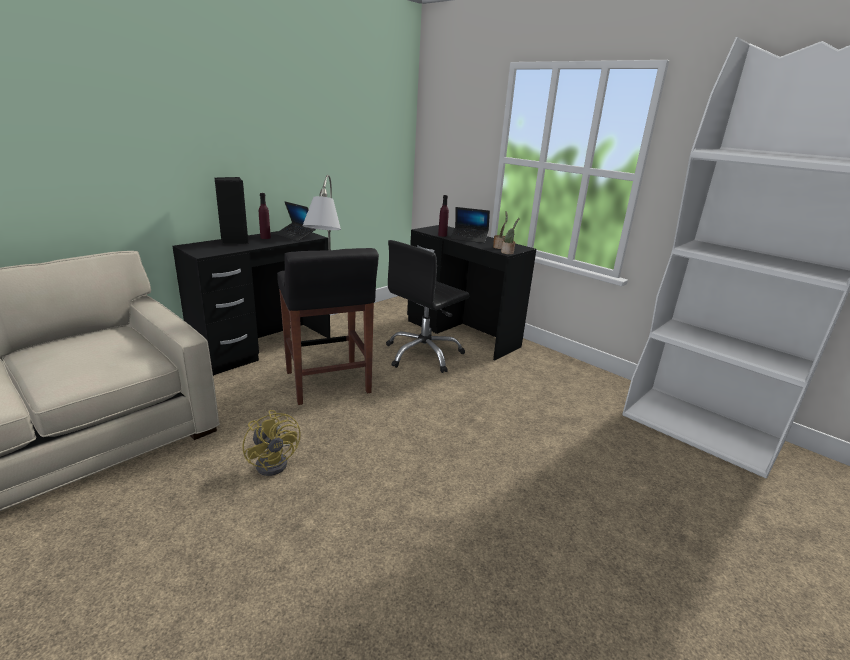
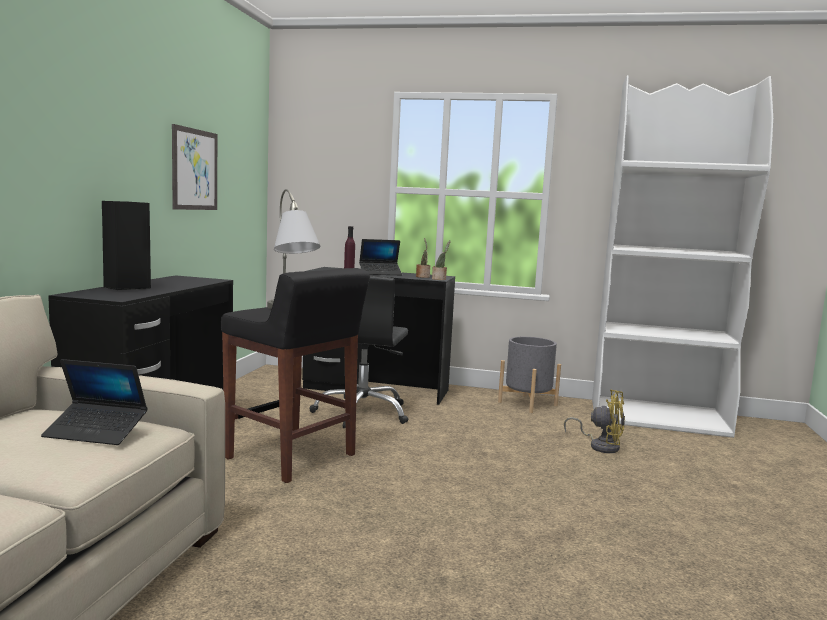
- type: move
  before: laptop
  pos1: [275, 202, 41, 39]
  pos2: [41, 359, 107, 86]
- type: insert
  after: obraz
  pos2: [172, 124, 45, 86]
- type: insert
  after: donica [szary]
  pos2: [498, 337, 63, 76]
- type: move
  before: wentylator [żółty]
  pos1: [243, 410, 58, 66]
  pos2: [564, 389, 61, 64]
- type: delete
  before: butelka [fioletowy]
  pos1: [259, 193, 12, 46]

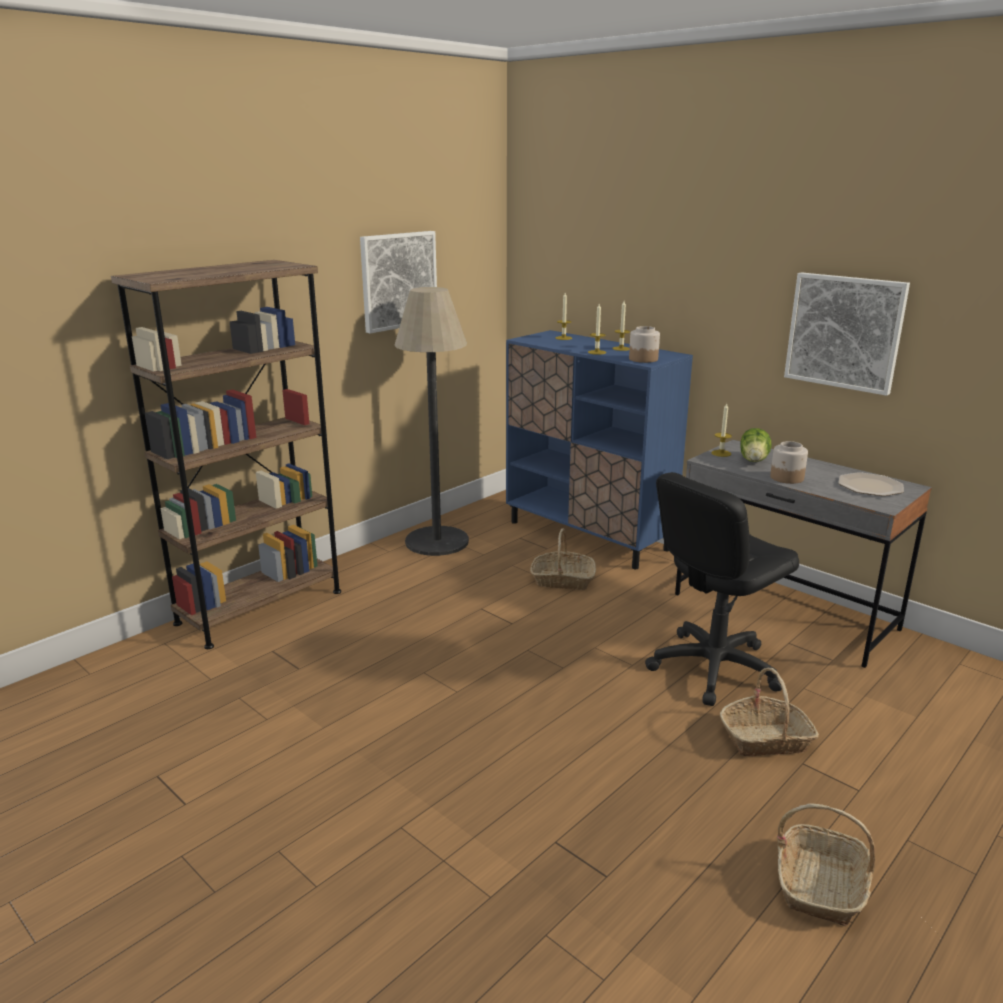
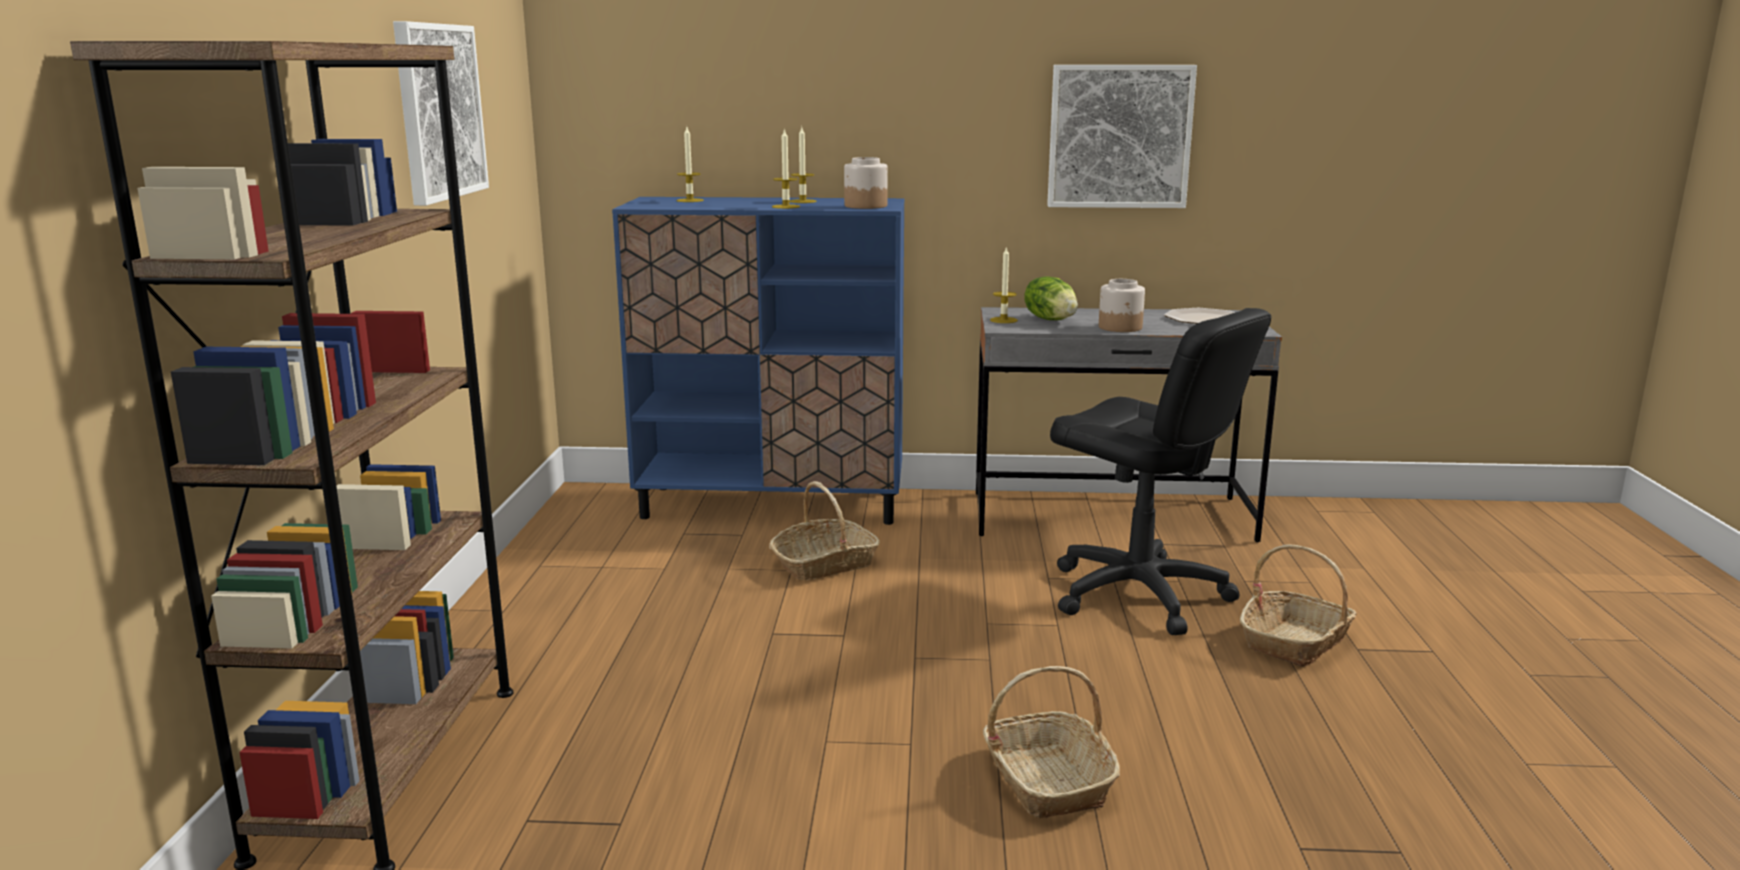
- type: move
  before: koszyk
  pos1: [777, 803, 98, 123]
  pos2: [983, 666, 137, 153]
- type: rotate
  before: krzesło biurowe [czarny]
  pos1: [645, 472, 154, 234]
  pos2: [1050, 308, 221, 327]
  turn: -60
- type: delete
  before: lampa stojąca
  pos1: [394, 287, 75, 269]

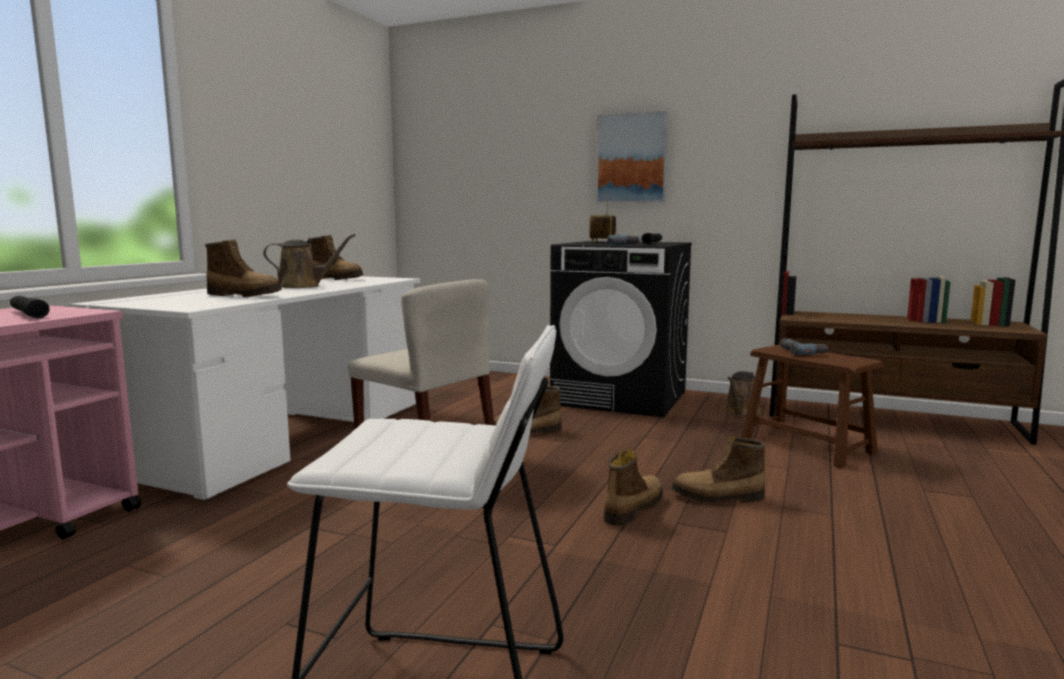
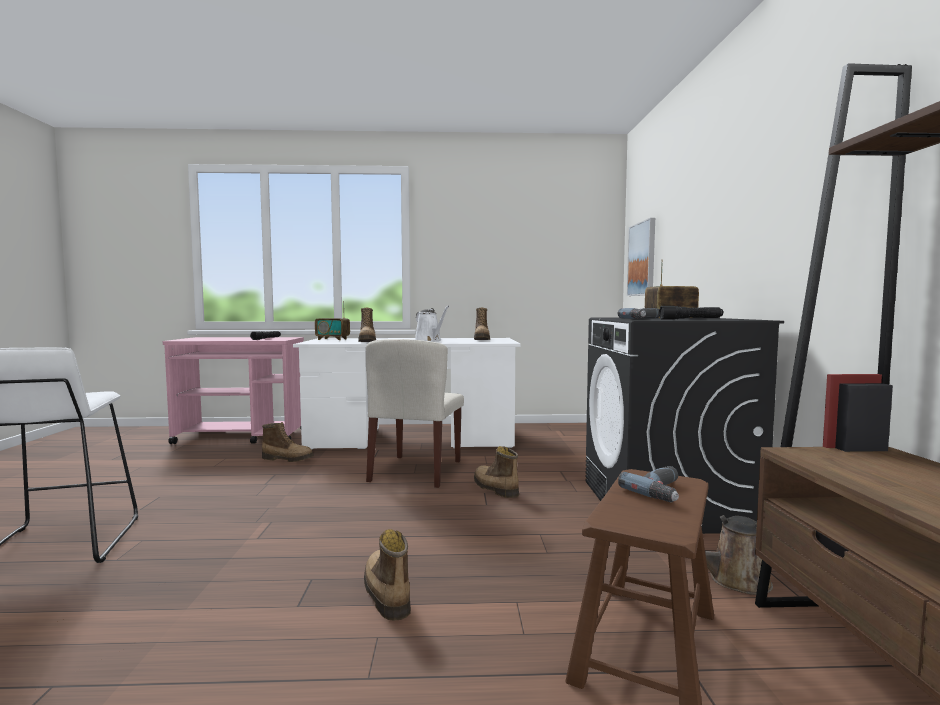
- type: move
  before: but z cholewką
  pos1: [604, 450, 59, 76]
  pos2: [262, 422, 52, 40]
- type: insert
  after: radio
  pos2: [315, 301, 35, 39]
- type: recolor
  before: konewka [brązowy]
  after: konewka [biały]
  pos1: [263, 234, 92, 54]
  pos2: [415, 305, 34, 37]
- type: move
  before: obraz
  pos1: [596, 111, 73, 92]
  pos2: [627, 218, 28, 78]

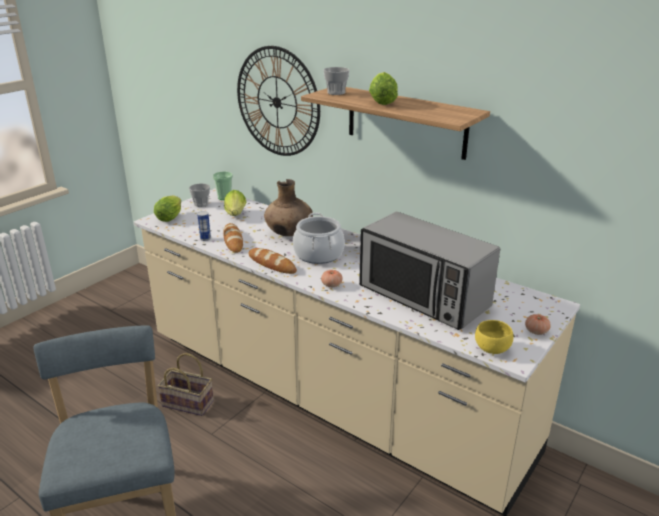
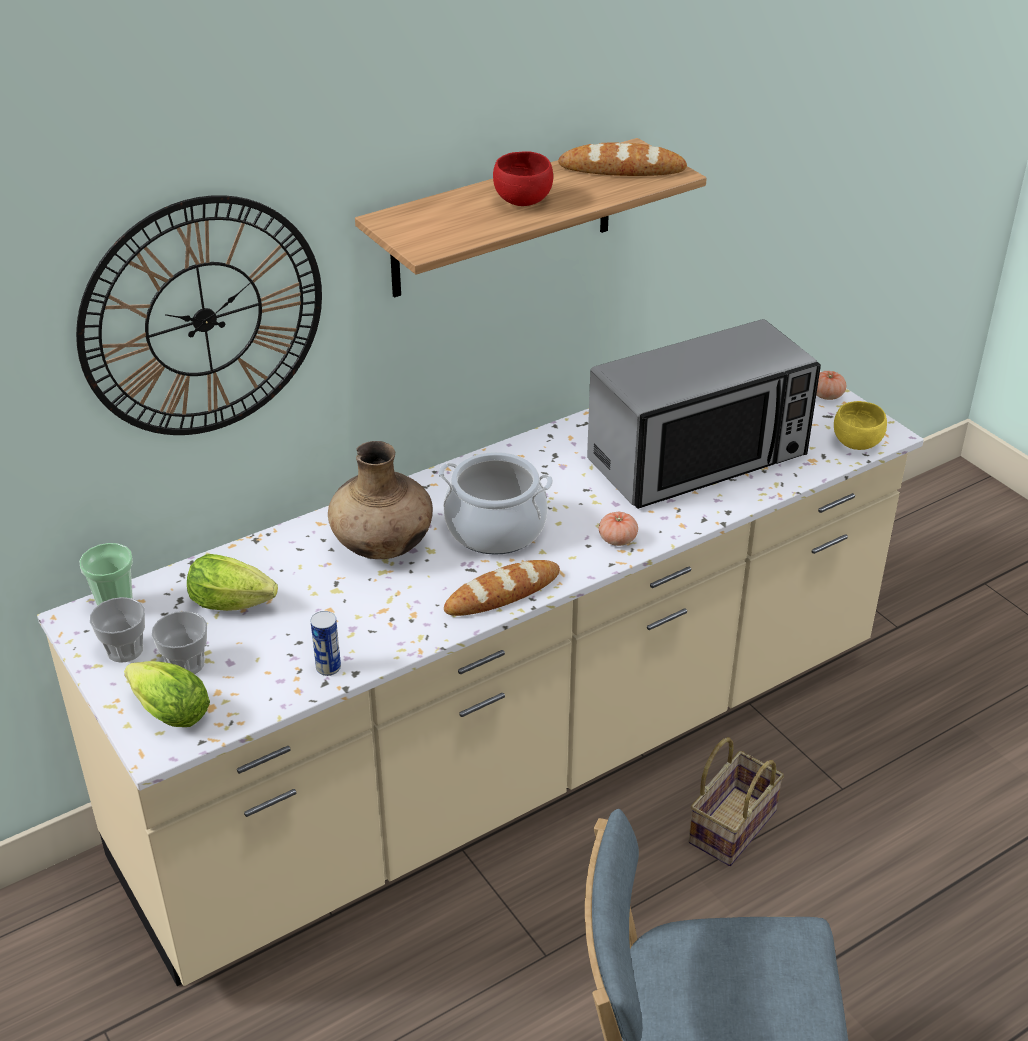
- type: move
  before: filiżanka
  pos1: [323, 67, 27, 28]
  pos2: [152, 611, 55, 63]
- type: replace
  before: sałata
  after: miska [czerwony]
  pos1: [369, 72, 29, 33]
  pos2: [493, 151, 60, 55]
- type: move
  before: chleb
  pos1: [223, 223, 20, 30]
  pos2: [558, 142, 129, 34]
- type: move
  before: koszyk
  pos1: [157, 353, 57, 63]
  pos2: [688, 737, 96, 129]

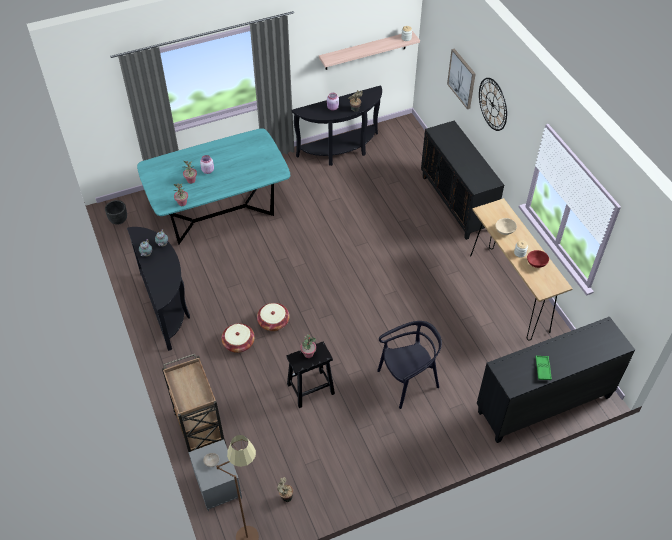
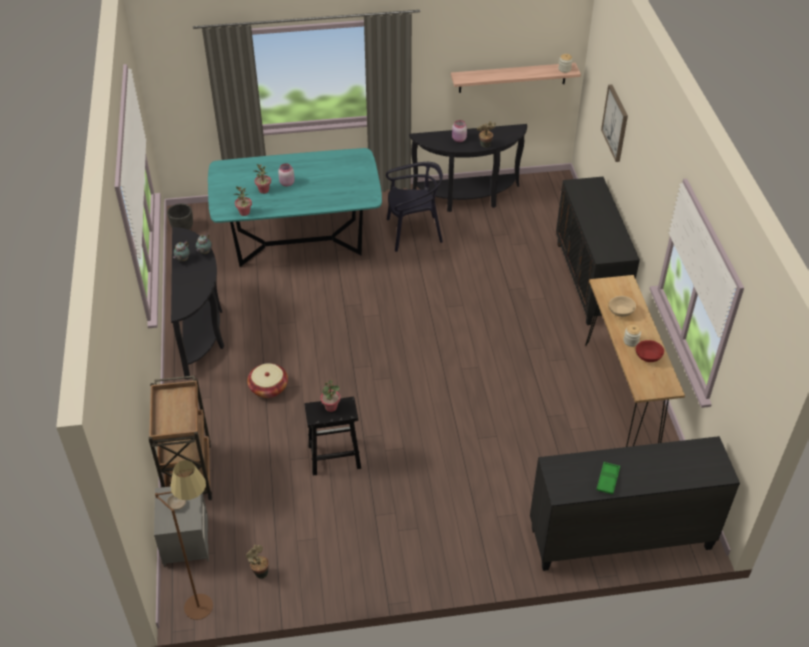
- type: move
  before: krzesło [czarny]
  pos1: [377, 321, 65, 88]
  pos2: [386, 162, 57, 90]
- type: delete
  before: koszyk
  pos1: [257, 303, 32, 28]
- type: delete
  before: zegar ścienny
  pos1: [479, 78, 28, 53]

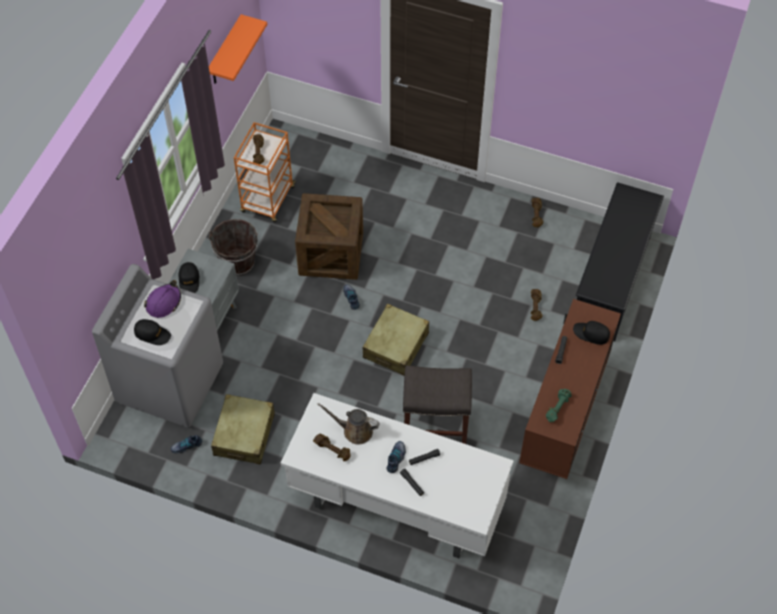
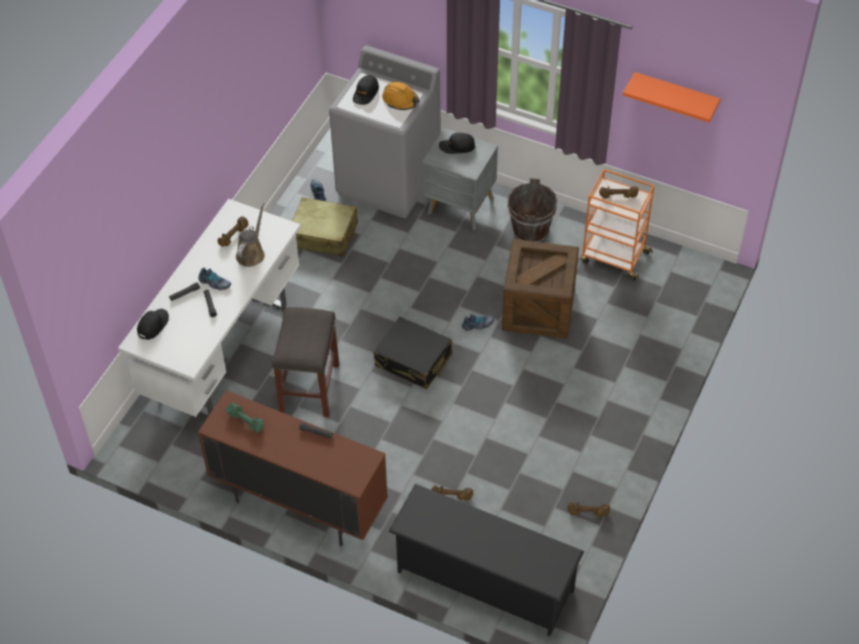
- type: move
  before: czapka z daszkiem [czarny]
  pos1: [573, 321, 37, 24]
  pos2: [137, 309, 32, 31]
- type: recolor
  before: walizka [beżowy]
  after: walizka [czarny]
  pos1: [363, 304, 66, 71]
  pos2: [373, 317, 80, 72]
- type: recolor
  before: kask [fioletowy]
  after: kask [pomarańczowy]
  pos1: [144, 280, 37, 38]
  pos2: [382, 81, 37, 29]

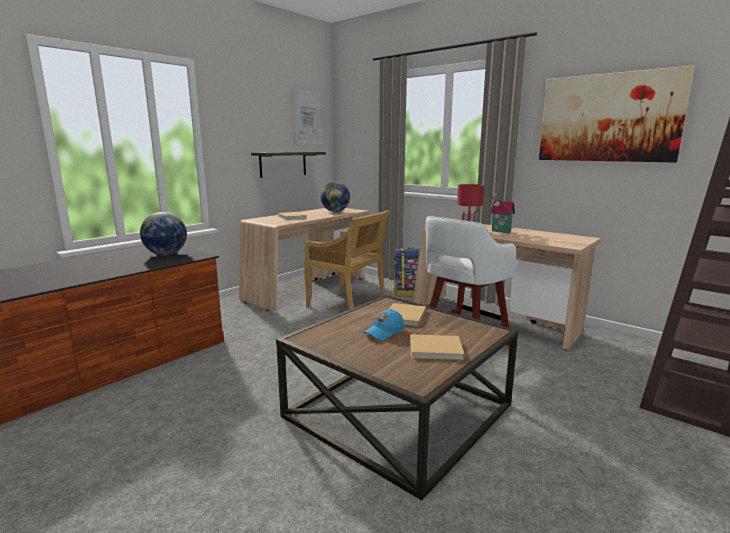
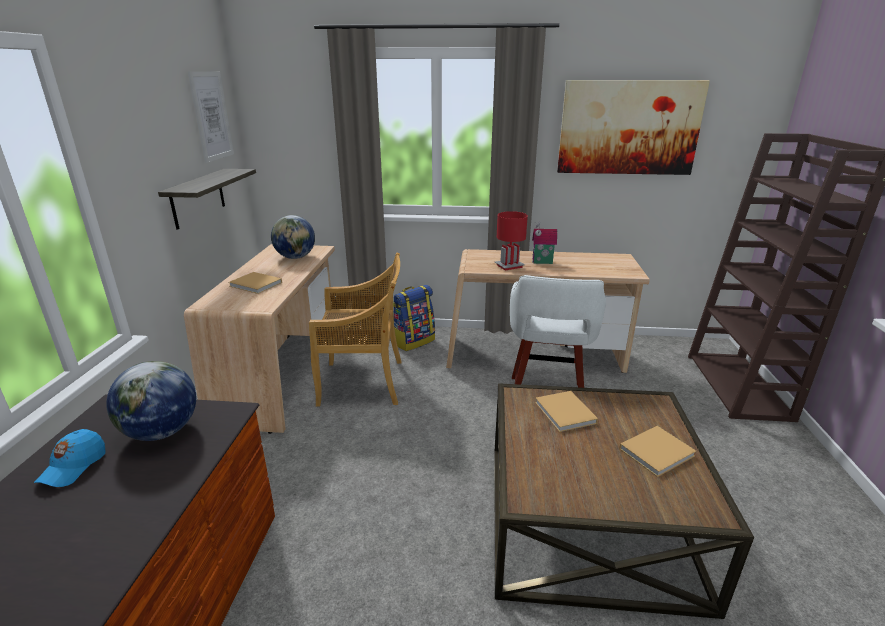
- type: move
  before: czapka z daszkiem [niebieski]
  pos1: [363, 309, 41, 31]
  pos2: [34, 429, 72, 58]

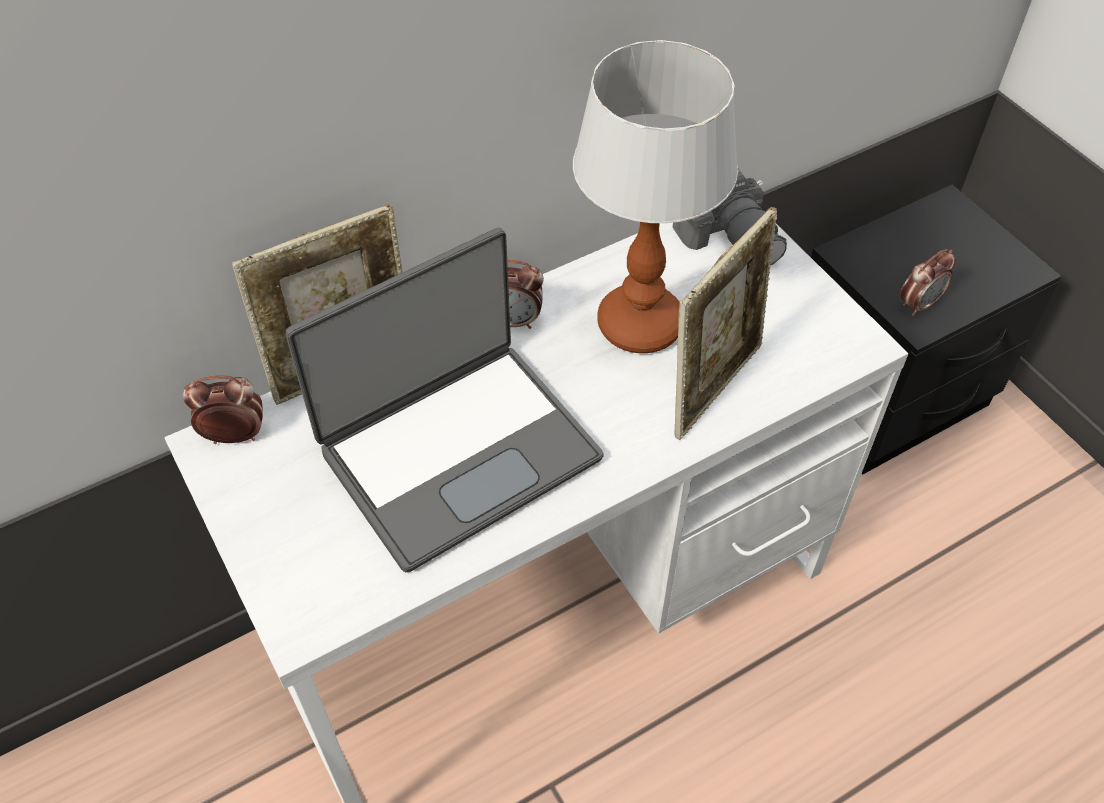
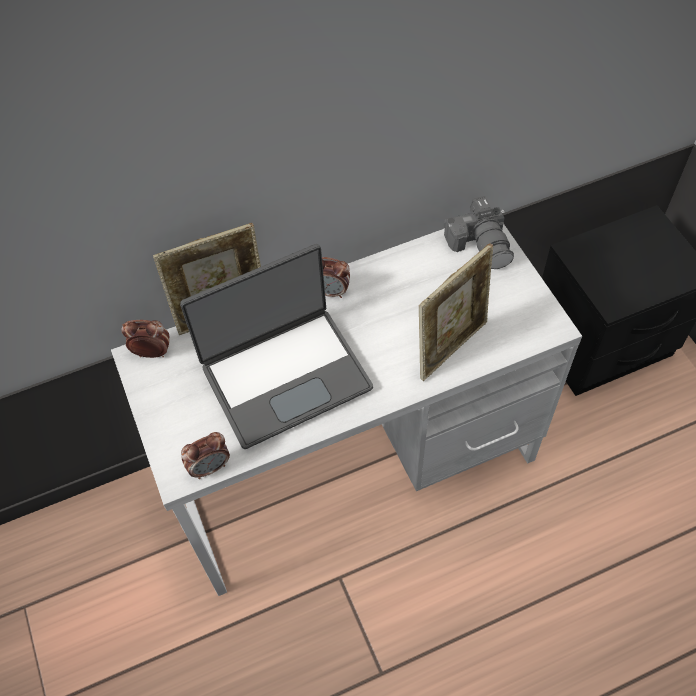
- type: move
  before: budzik
  pos1: [900, 249, 56, 67]
  pos2: [181, 432, 49, 47]
- type: delete
  before: lampa stołowa
  pos1: [573, 40, 165, 313]

